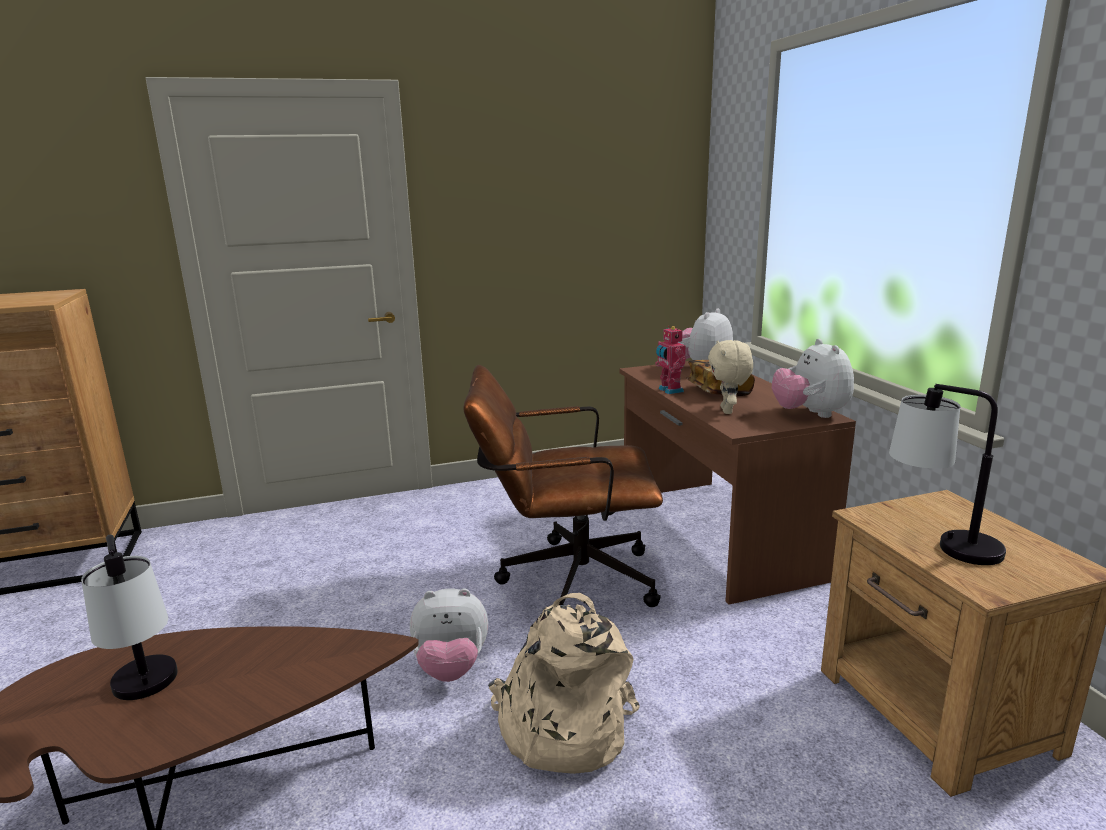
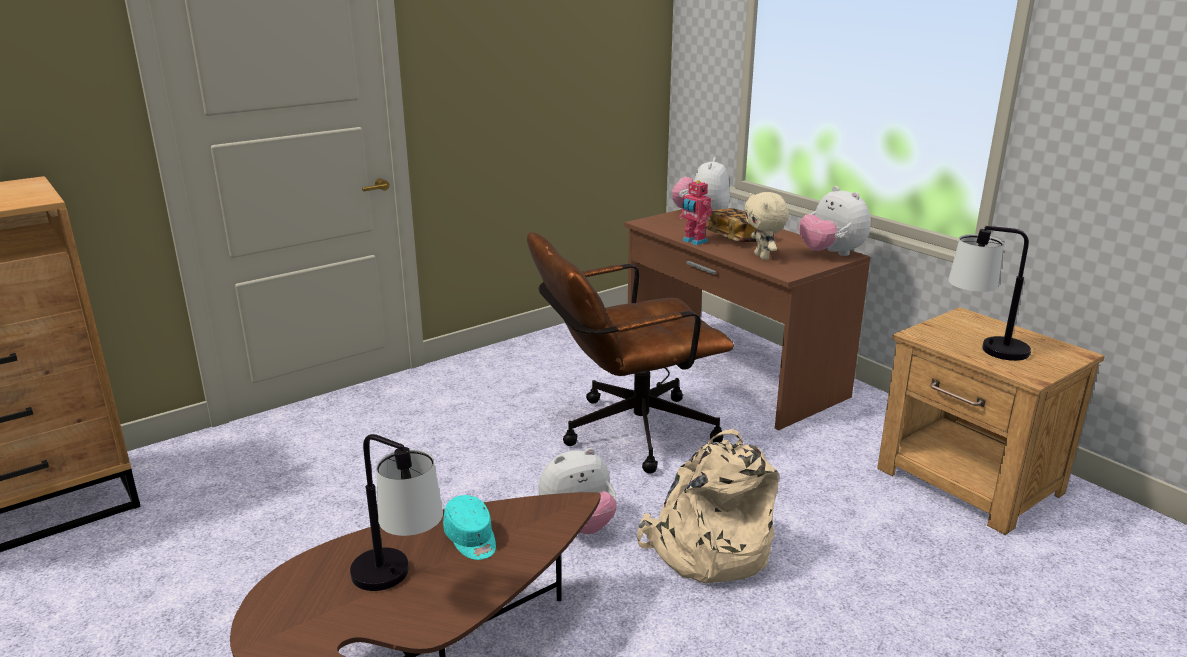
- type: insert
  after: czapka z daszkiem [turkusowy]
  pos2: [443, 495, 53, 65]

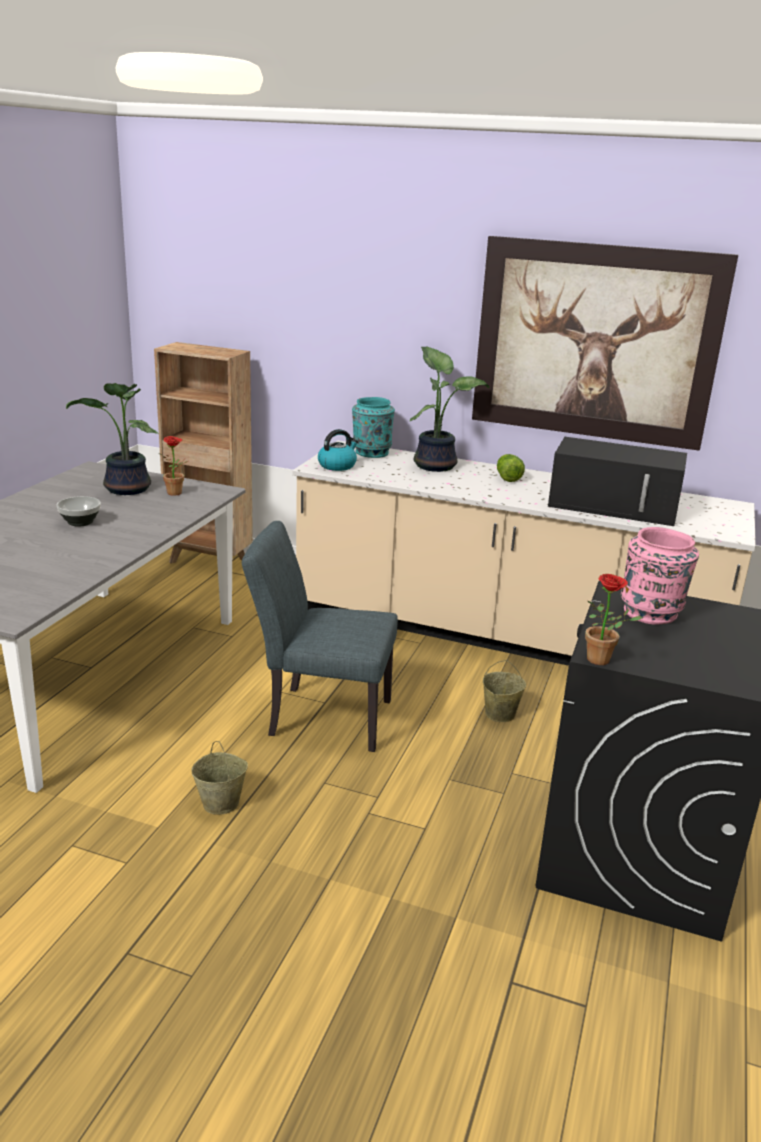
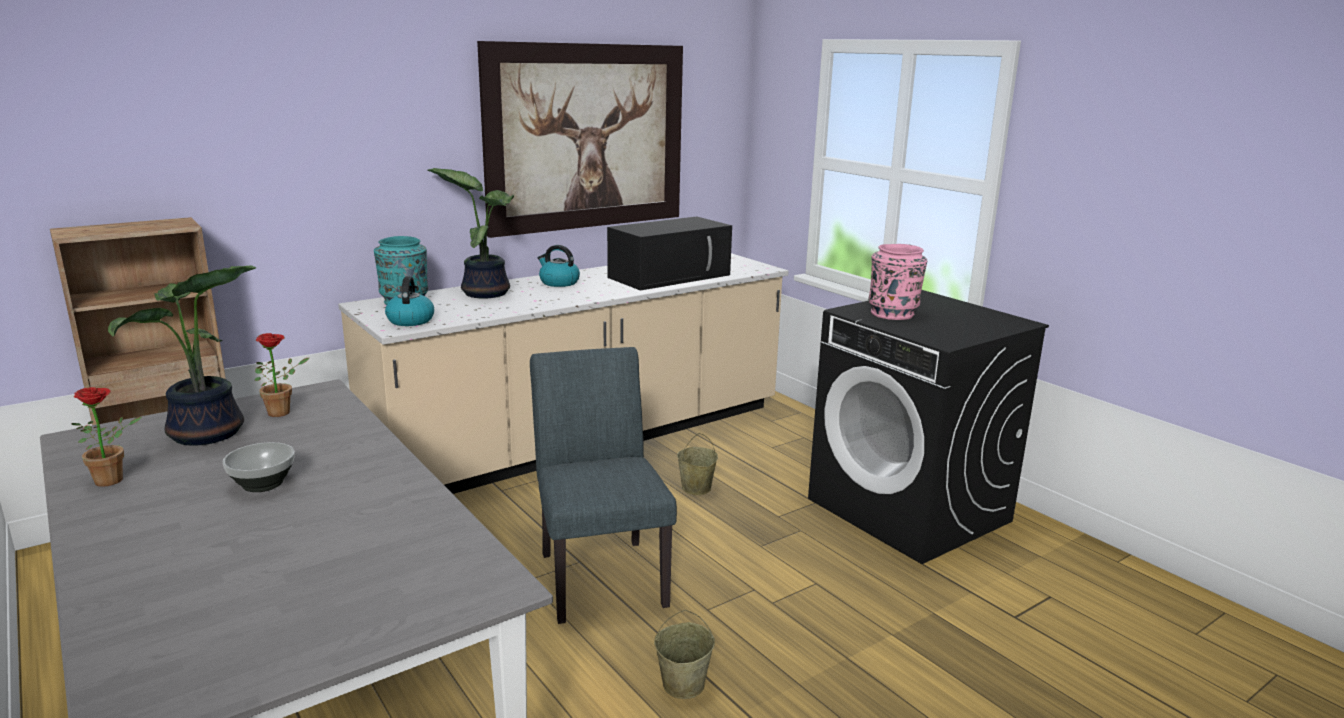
- type: move
  before: roślina doniczkowa
  pos1: [585, 574, 58, 91]
  pos2: [72, 387, 70, 100]
- type: rotate
  before: krzesło [szary]
  pos1: [242, 521, 156, 231]
  pos2: [530, 347, 147, 277]
  turn: 120
- type: replace
  before: sałata
  after: czajnik
  pos1: [497, 454, 28, 28]
  pos2: [538, 245, 42, 42]

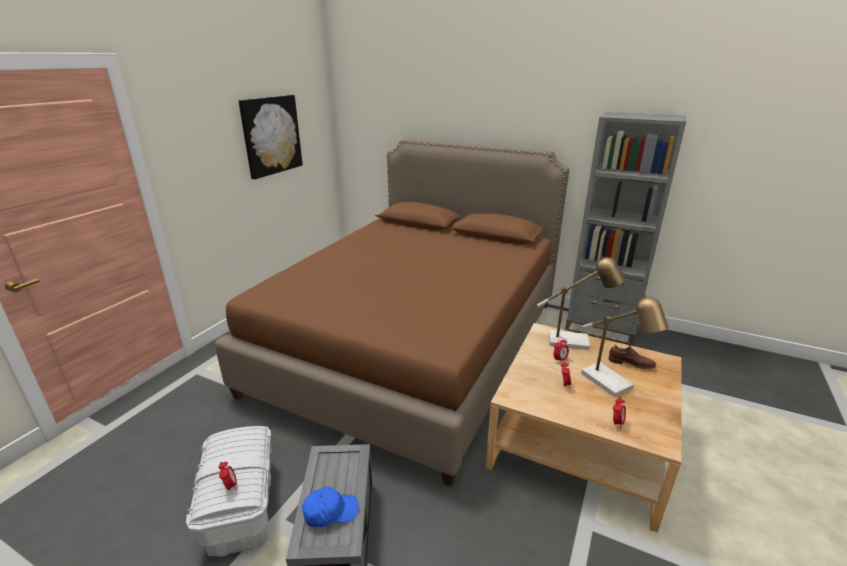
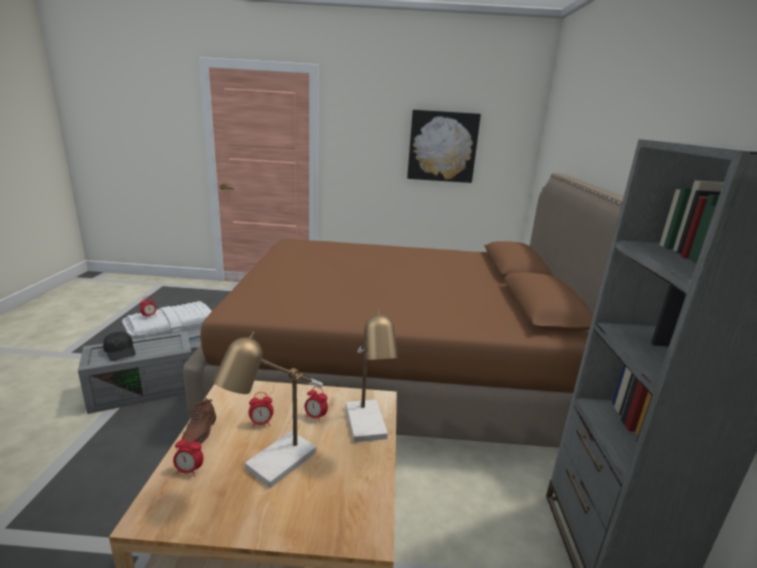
- type: recolor
  before: czapka z daszkiem [niebieski]
  after: czapka z daszkiem [czarny]
  pos1: [302, 487, 57, 40]
  pos2: [103, 332, 33, 29]
- type: move
  before: but [brązowy]
  pos1: [608, 345, 48, 24]
  pos2: [182, 398, 34, 46]

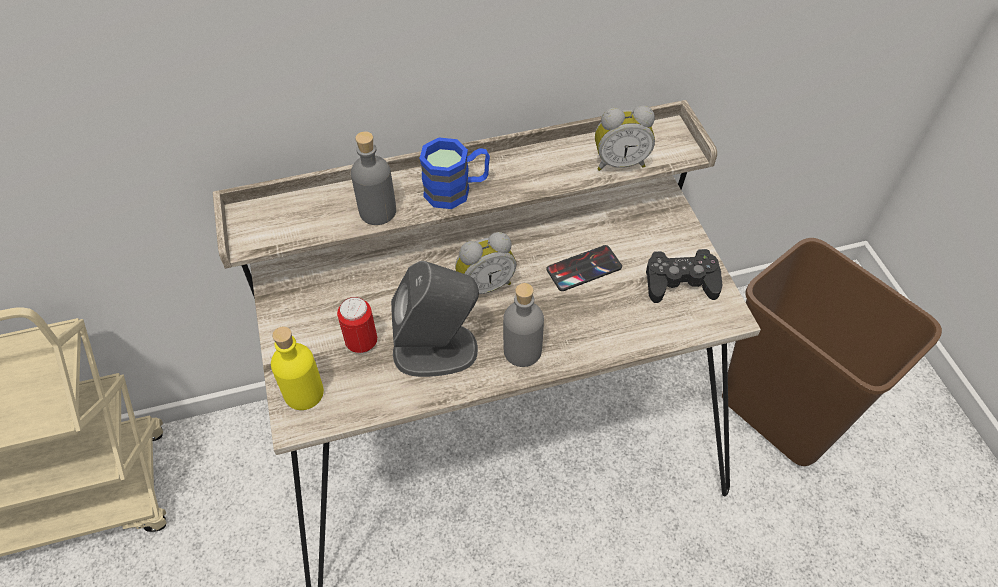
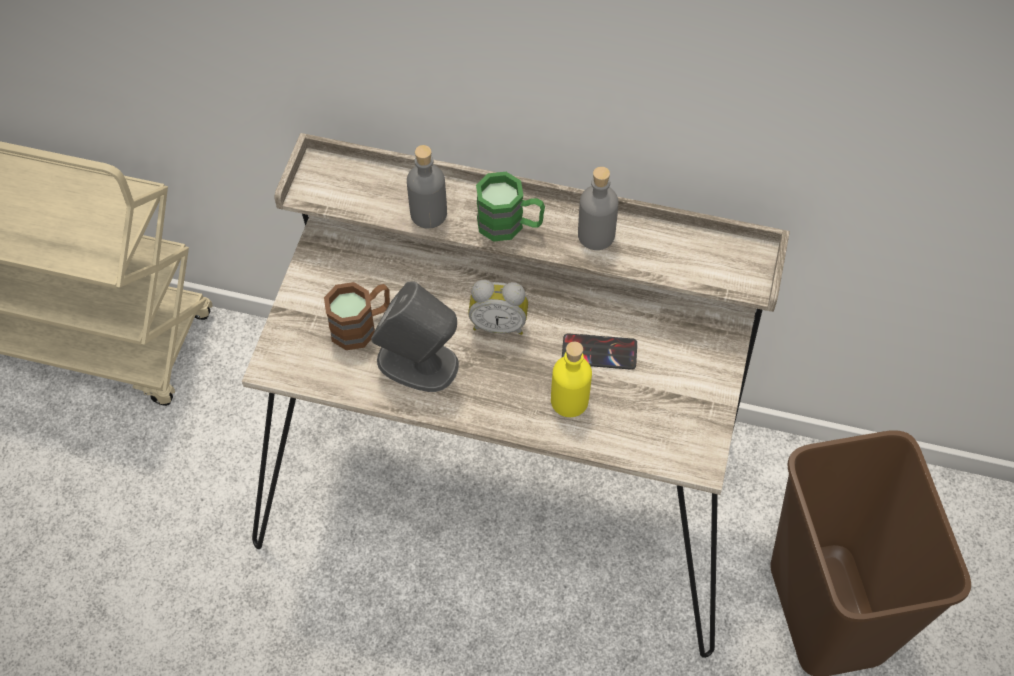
- type: replace
  before: puszka
  after: kubek [brązowy]
  pos1: [337, 297, 40, 57]
  pos2: [324, 282, 66, 68]
- type: recolor
  before: kubek [niebieski]
  after: kubek [zielony]
  pos1: [419, 137, 71, 72]
  pos2: [476, 172, 69, 70]
- type: move
  before: butelka [żółty]
  pos1: [271, 327, 53, 83]
  pos2: [551, 342, 41, 75]
- type: move
  before: butelka [szary]
  pos1: [503, 283, 41, 84]
  pos2: [578, 166, 41, 84]
- type: delete
  before: budzik
  pos1: [595, 106, 60, 65]
- type: delete
  before: pad do gier [czarny]
  pos1: [646, 249, 77, 54]

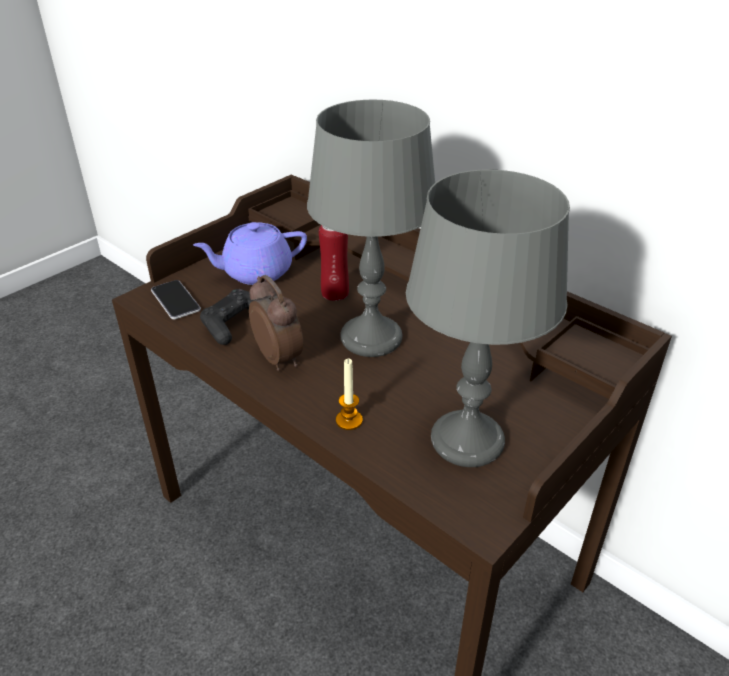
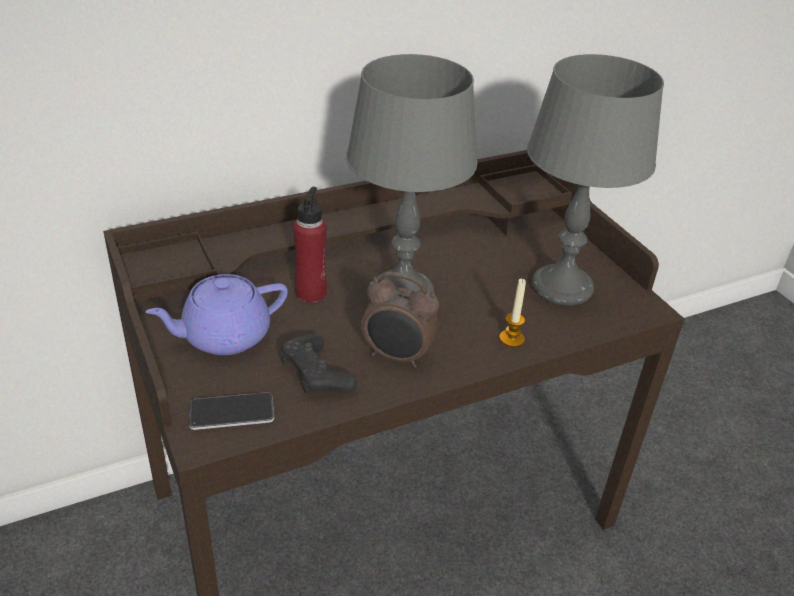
- type: rotate
  before: imbryk [fioletowy]
  pos1: [193, 222, 114, 63]
  pos2: [146, 274, 142, 81]
  turn: 60
- type: rotate
  before: budzik
  pos1: [249, 275, 54, 96]
  pos2: [361, 272, 78, 96]
  turn: -150

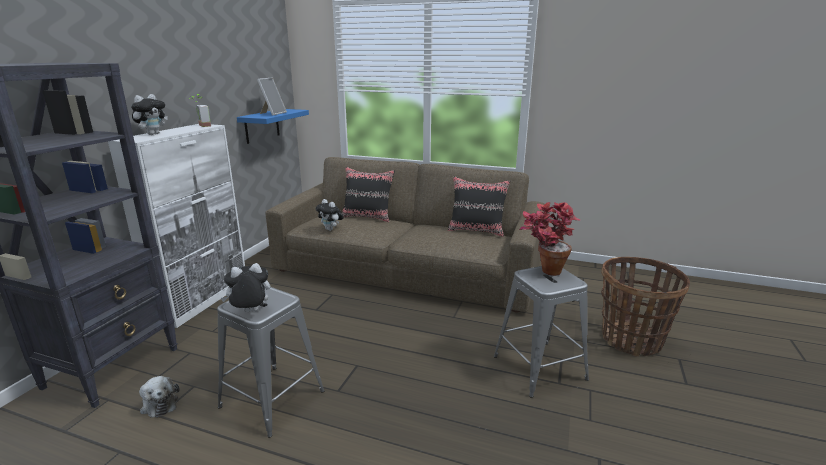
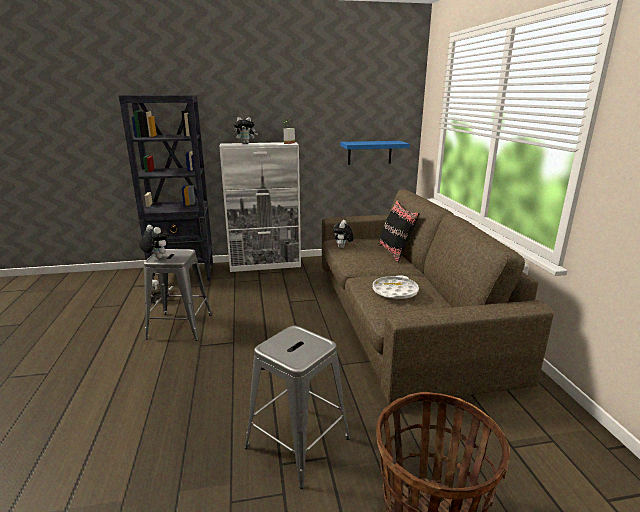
- type: insert
  after: taca [biały]
  pos2: [373, 275, 46, 24]
- type: delete
  before: ramka na zdjęcie
  pos1: [257, 78, 30, 38]
- type: delete
  before: poduszka [czarny]
  pos1: [448, 176, 62, 61]
- type: delete
  before: roślina doniczkowa
  pos1: [519, 202, 62, 74]

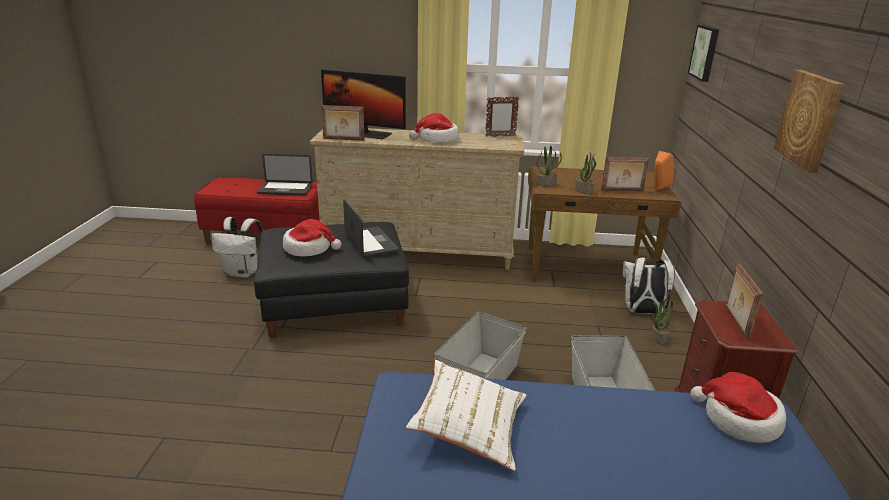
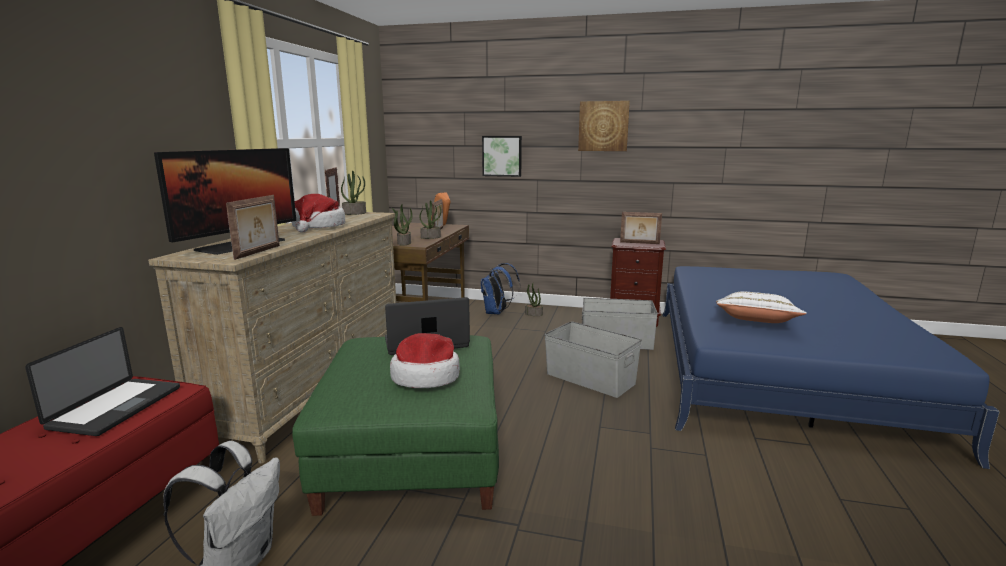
- type: recolor
  before: pufa [czarny]
  after: pufa [zielony]
  pos1: [254, 222, 155, 116]
  pos2: [292, 335, 207, 181]
- type: insert
  after: roślina doniczkowa
  pos2: [341, 171, 25, 44]
- type: recolor
  before: plecak [biały]
  after: plecak [niebieski]
  pos1: [622, 257, 53, 57]
  pos2: [481, 263, 39, 51]
- type: move
  before: obraz
  pos1: [688, 25, 31, 57]
  pos2: [482, 136, 40, 41]
- type: delete
  before: kapelusz
  pos1: [691, 372, 95, 71]

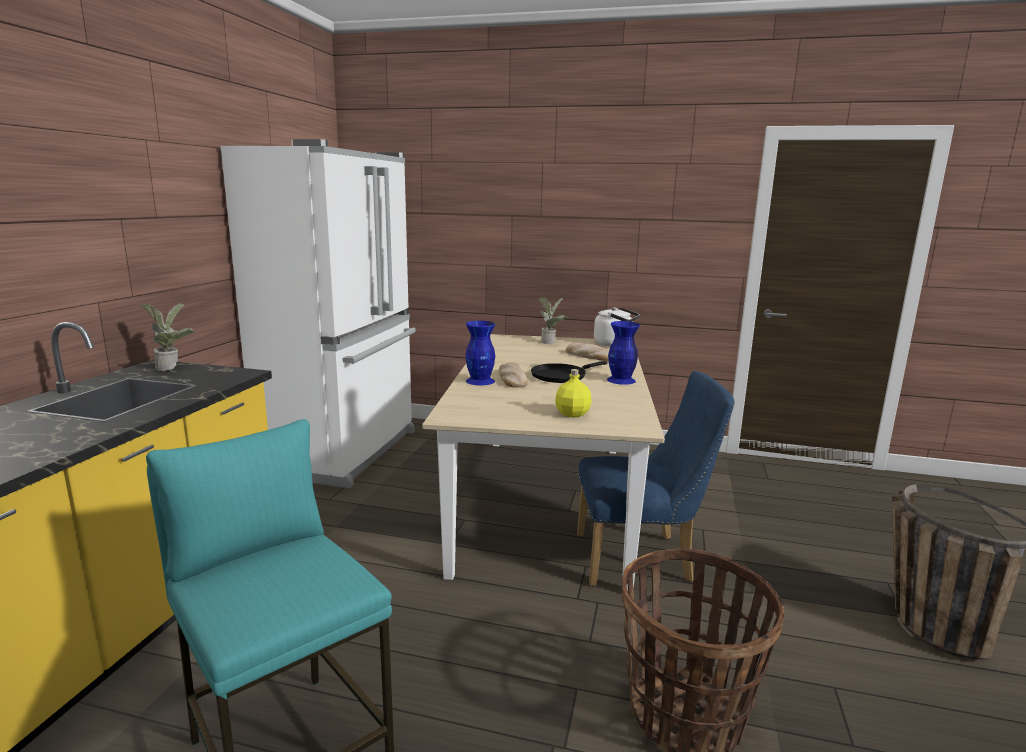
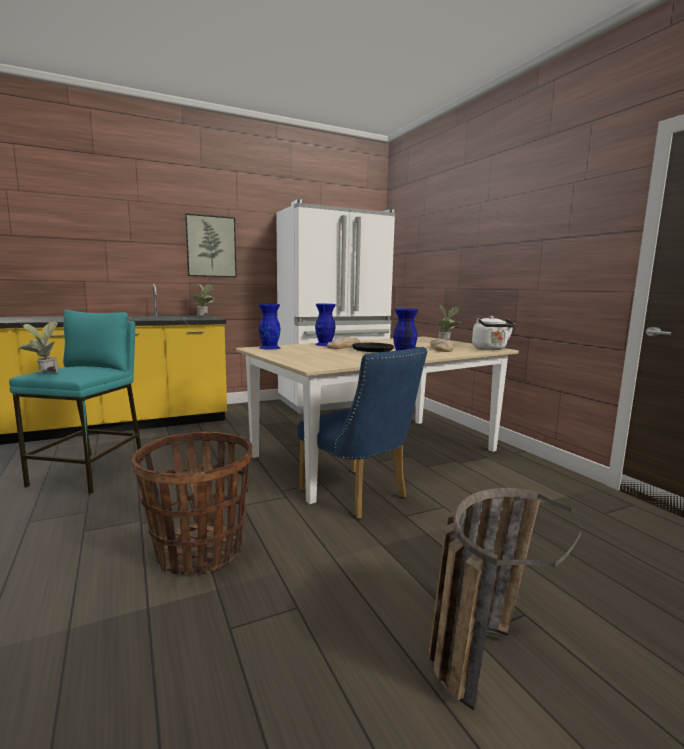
- type: insert
  after: roślina doniczkowa
  pos2: [19, 321, 40, 52]
- type: insert
  after: obraz
  pos2: [185, 214, 52, 63]
- type: insert
  after: wazon [niebieski]
  pos2: [258, 304, 23, 45]
- type: delete
  before: butelka [żółty]
  pos1: [555, 369, 36, 48]

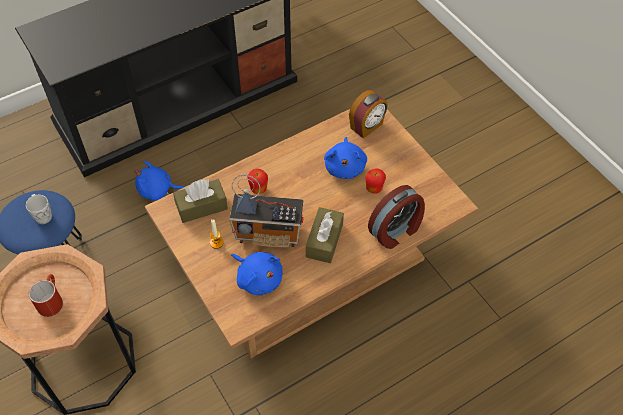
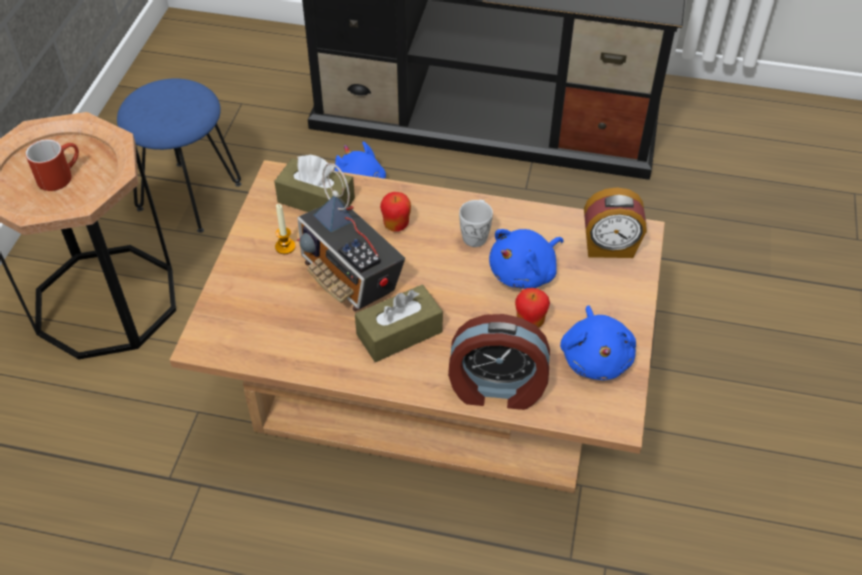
- type: move
  before: kubek [biały]
  pos1: [26, 194, 26, 30]
  pos2: [459, 200, 34, 47]
- type: move
  before: pluszak [niebieski]
  pos1: [231, 252, 52, 44]
  pos2: [560, 305, 76, 75]

